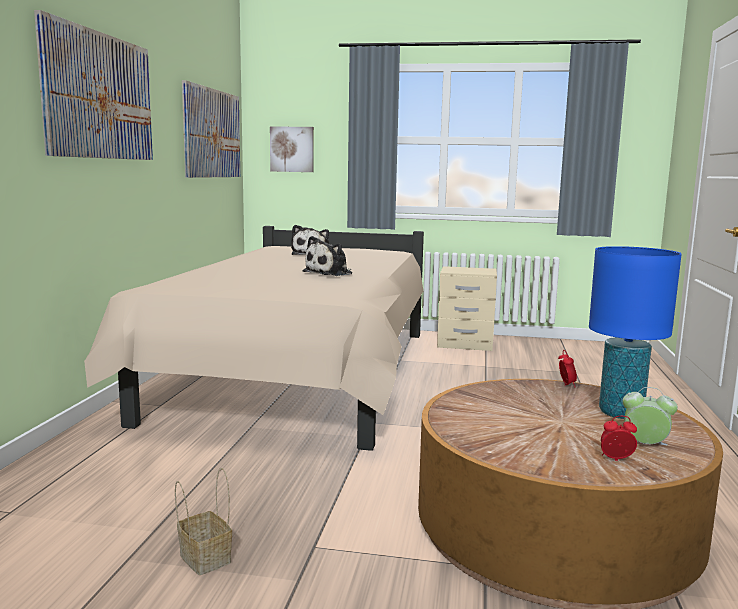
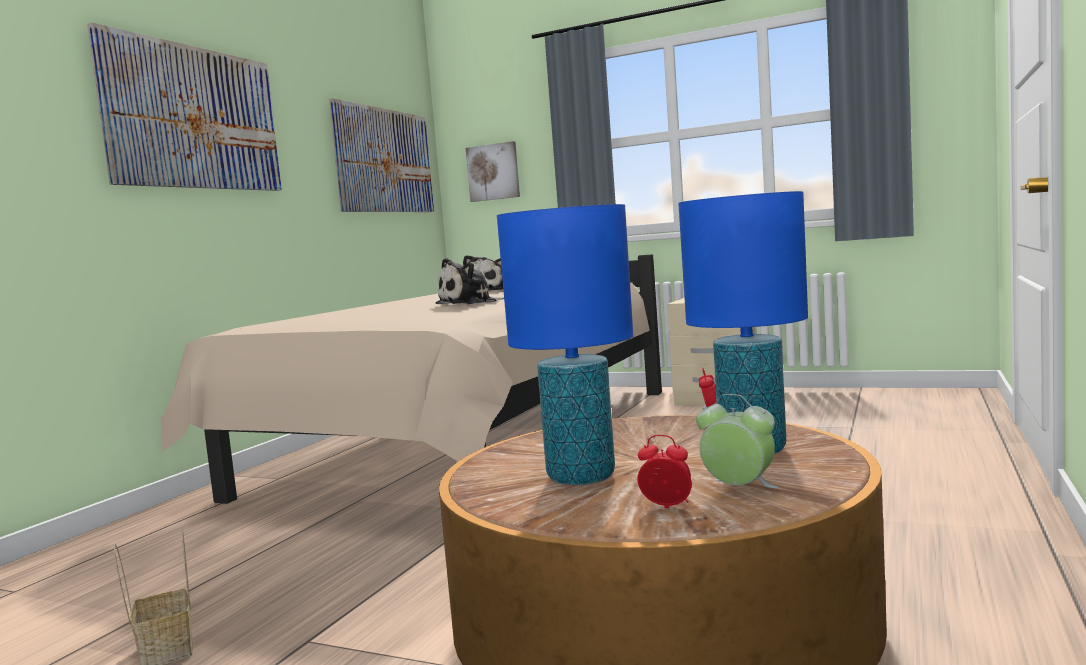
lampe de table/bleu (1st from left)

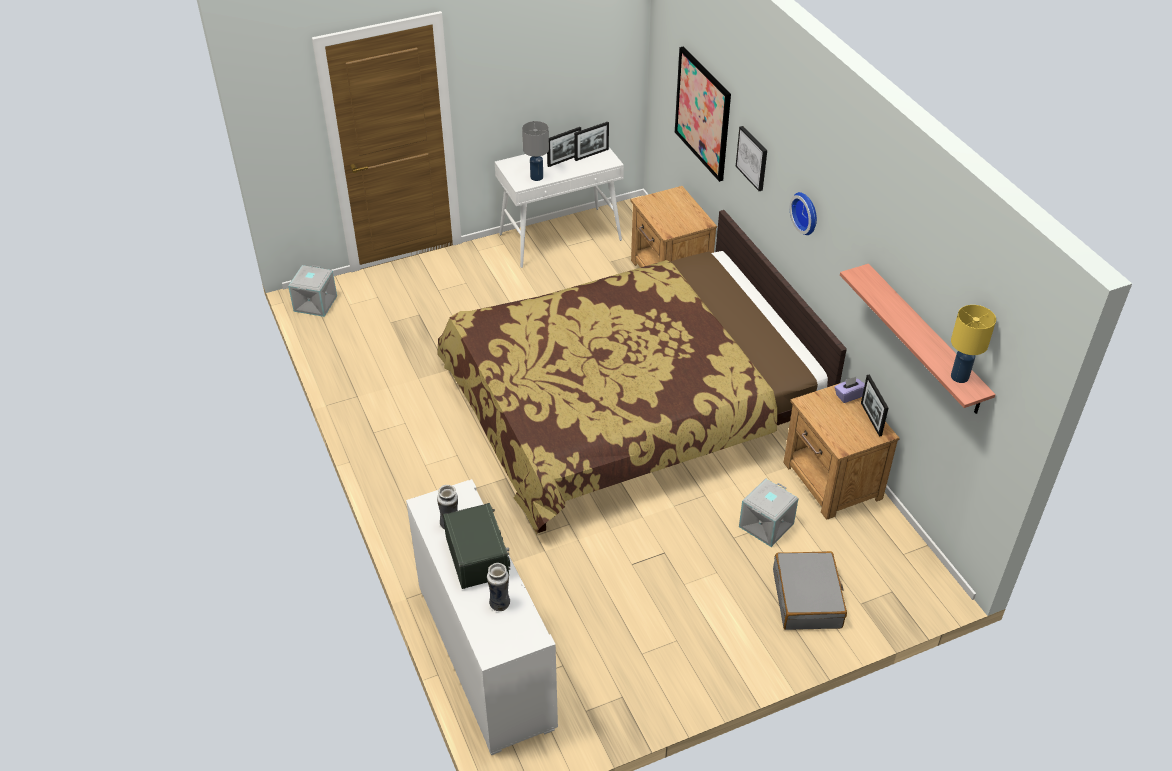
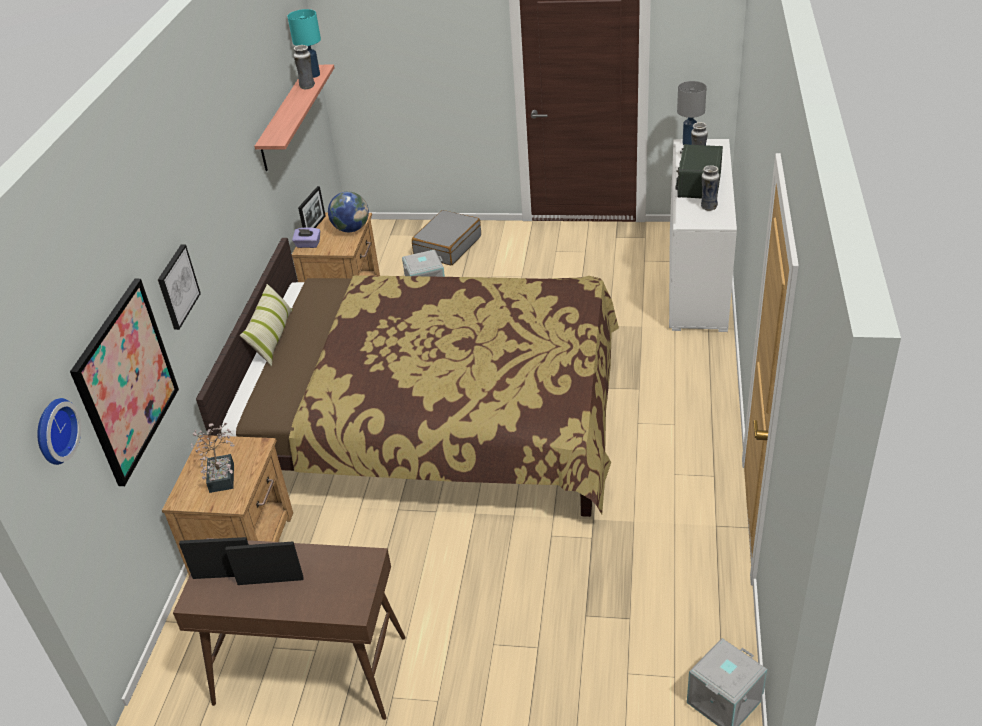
plante en pot
coussin
vase (1st from left)
globe
lampe de table/gris
horloge murale
table console/marron
lampe de table/turquoise

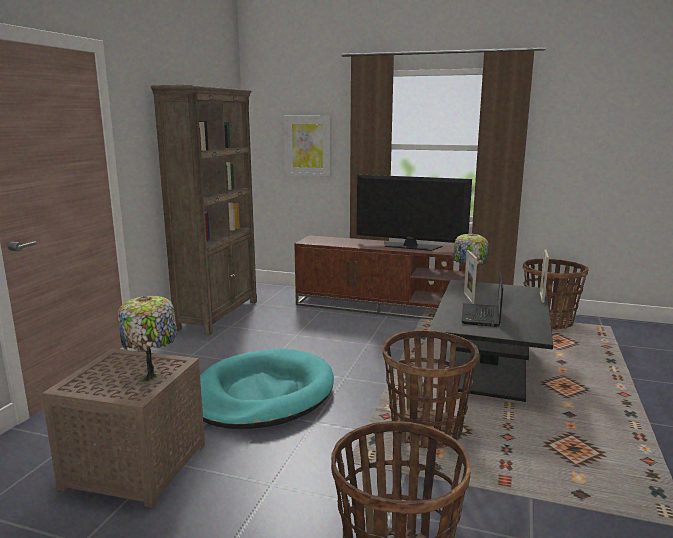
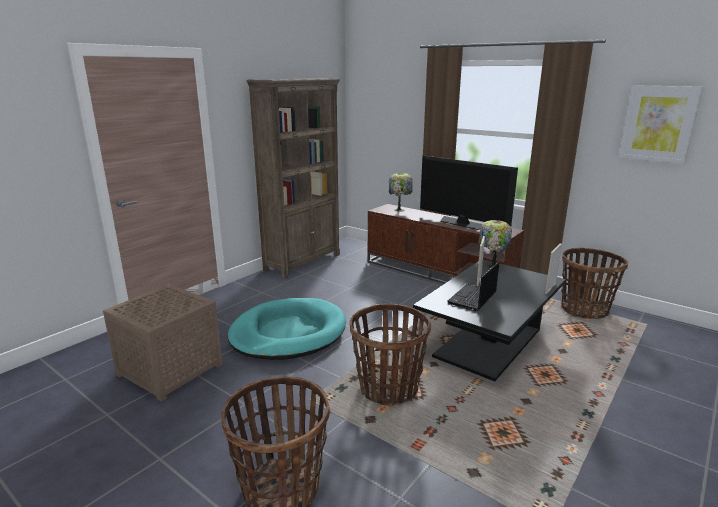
lampe de table (1st from left)
tableau

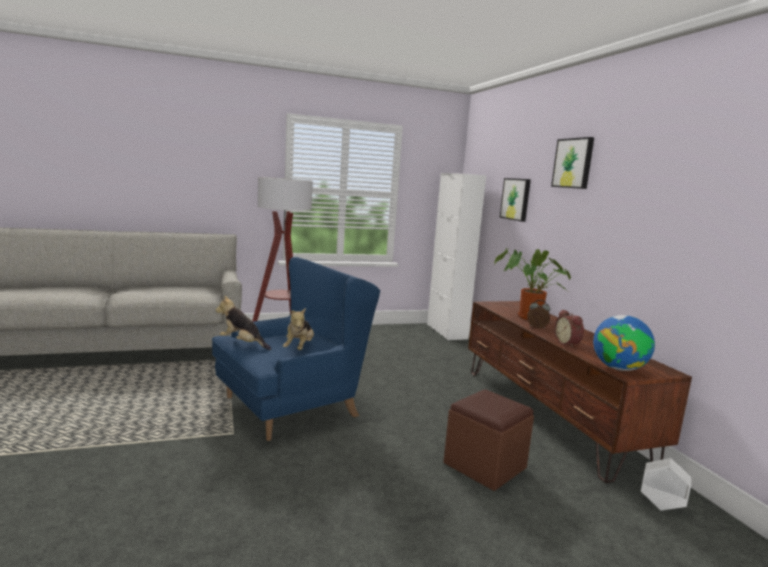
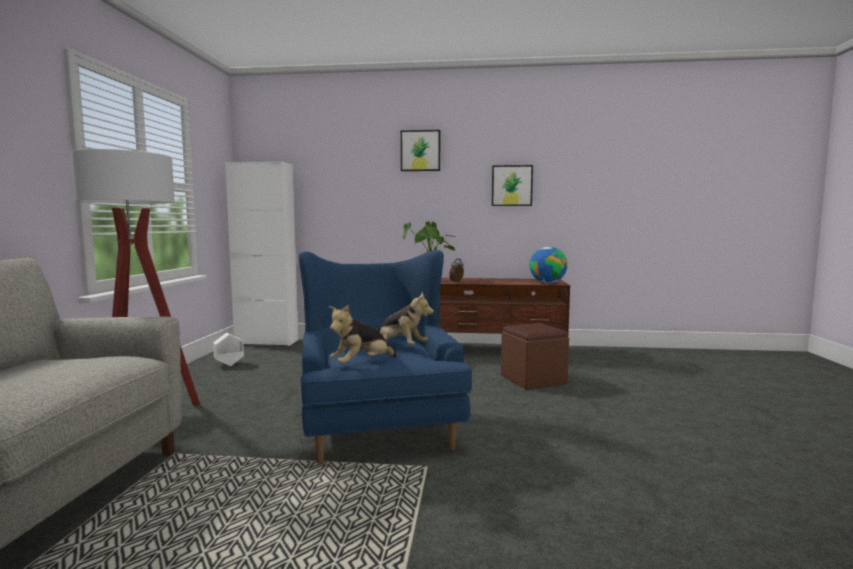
réveil (2nd from left in the first image)
tableau (2nd from left)
cache-pot/blanc

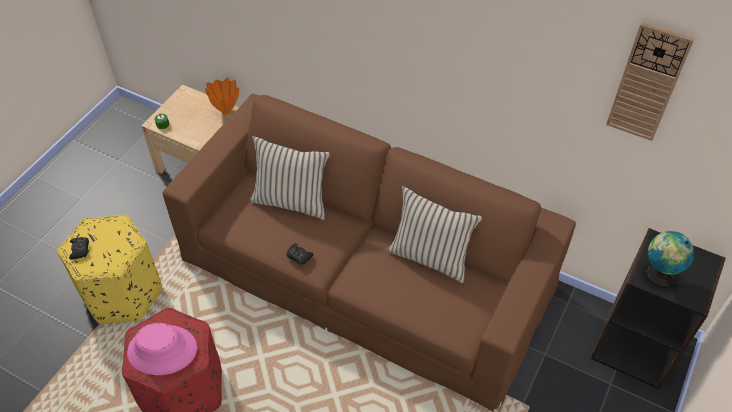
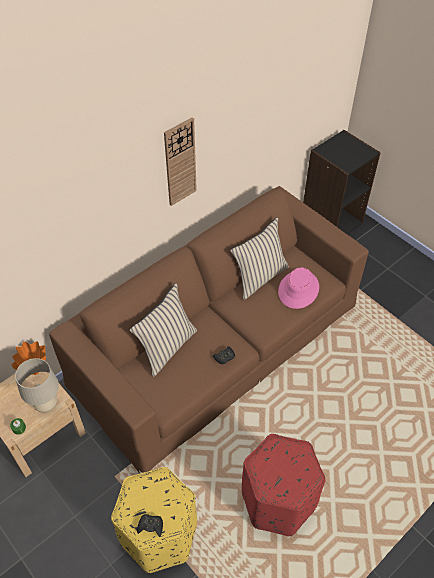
globe
lampe de table/beige
chapeau/rose
horloge murale

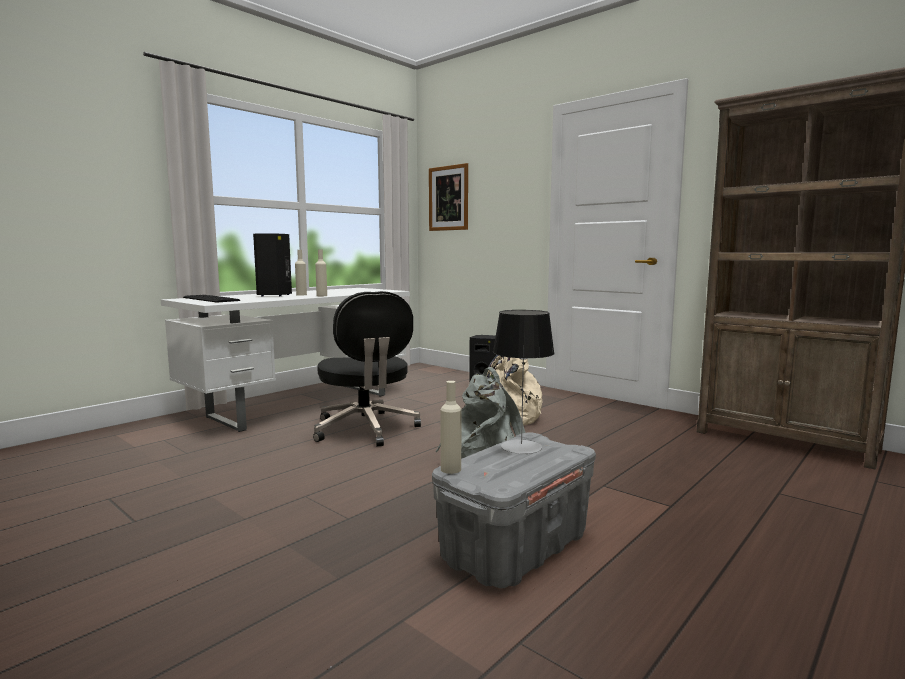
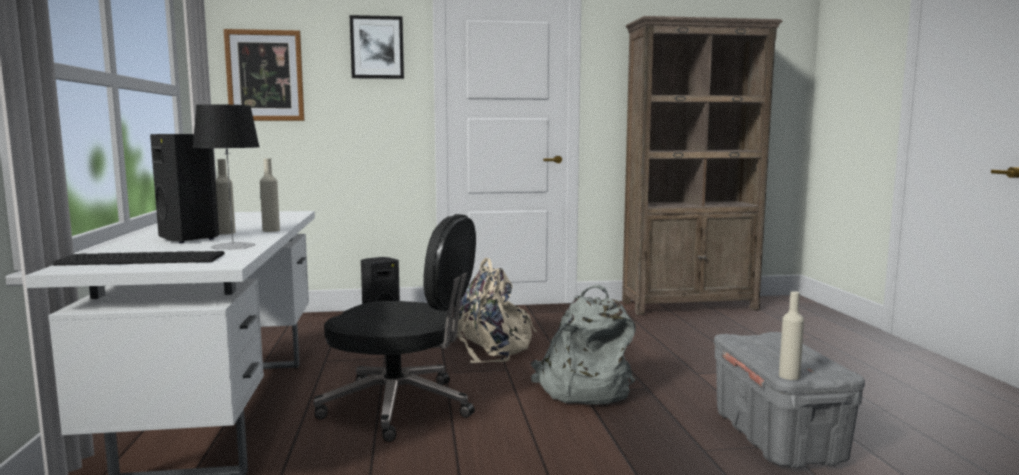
tableau (2nd from left)
lampe de table

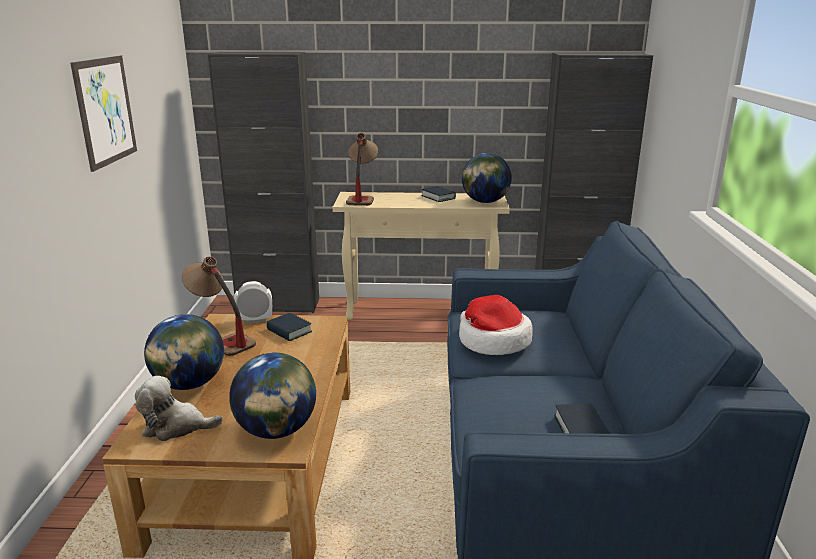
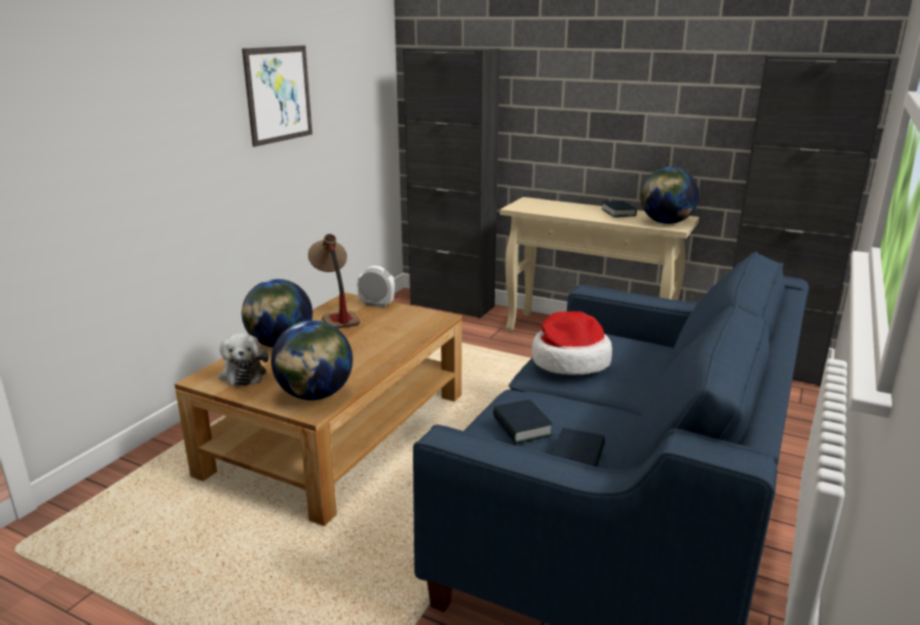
lampe de table (2nd from left in the first image)
livre (1st from left)
peluche

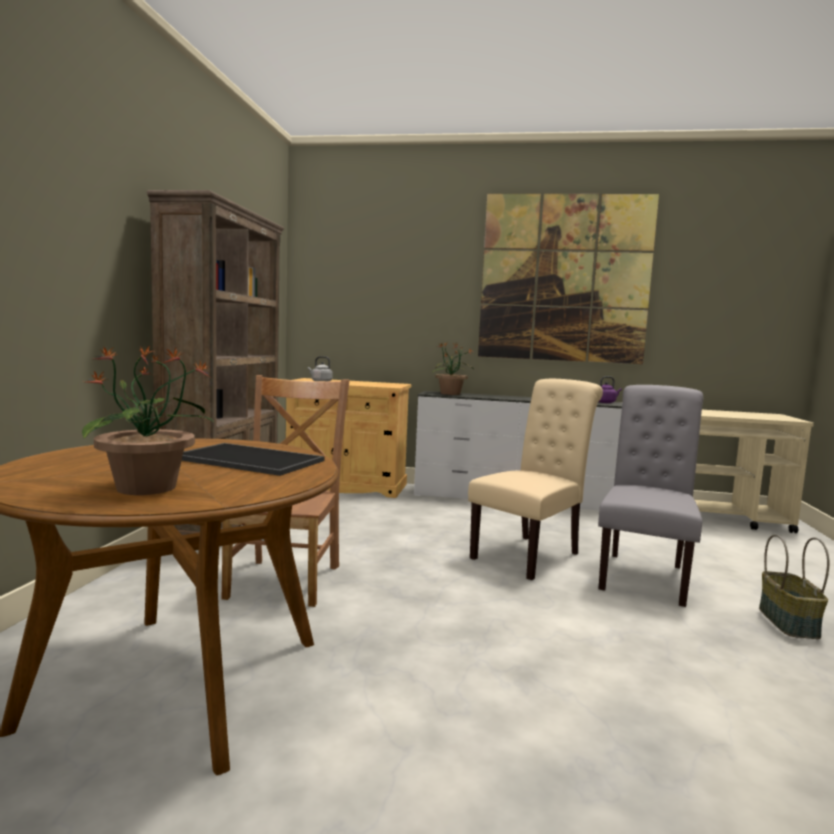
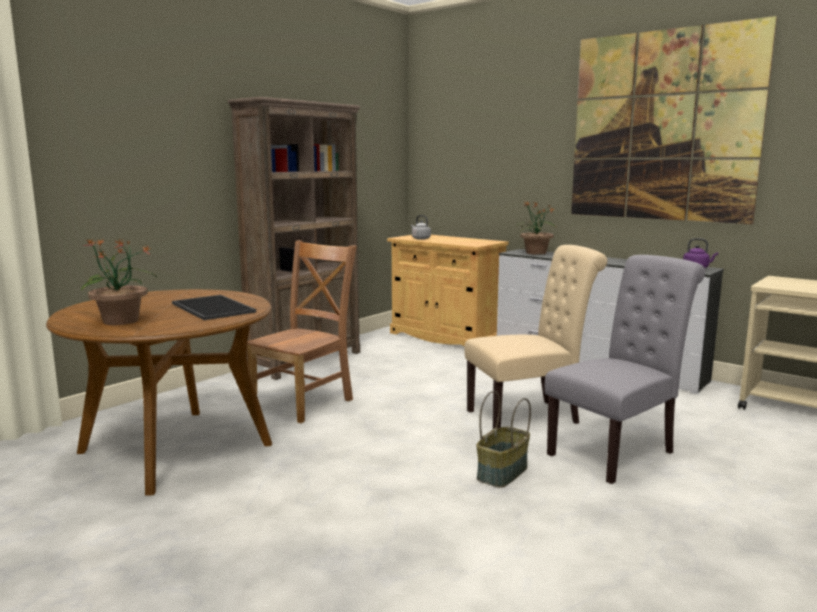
panier

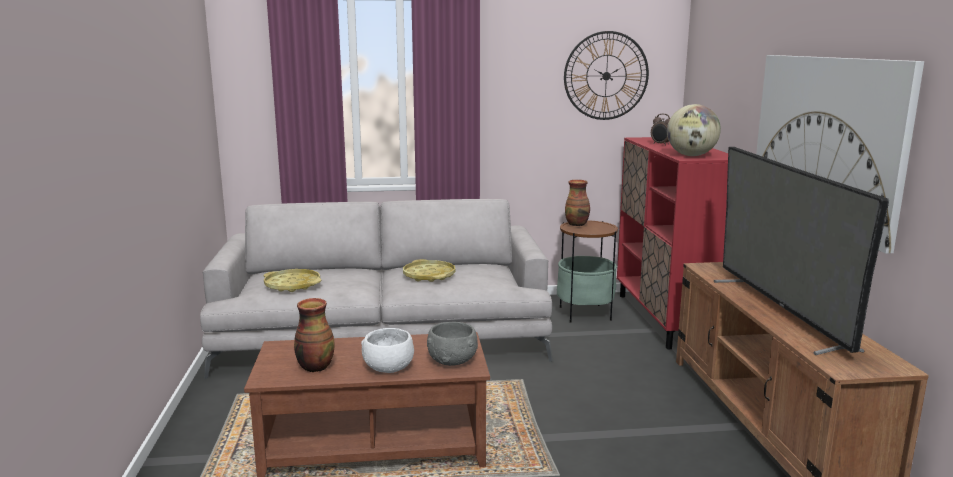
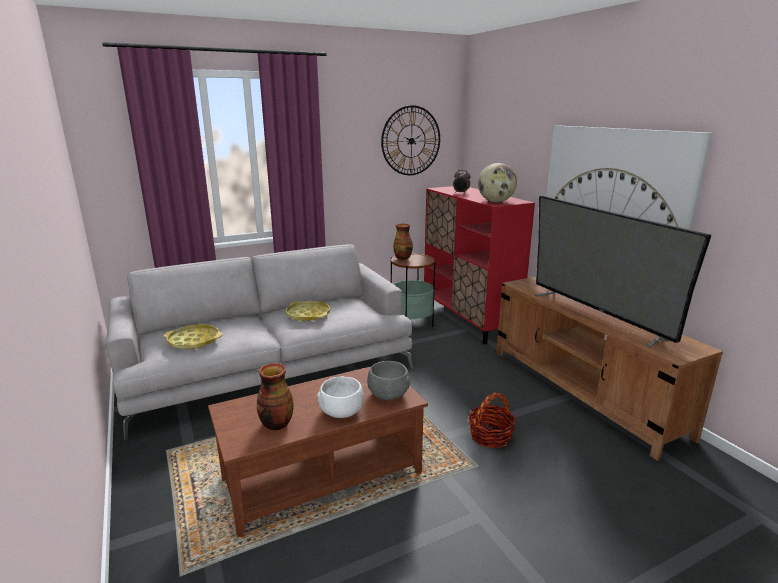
panier

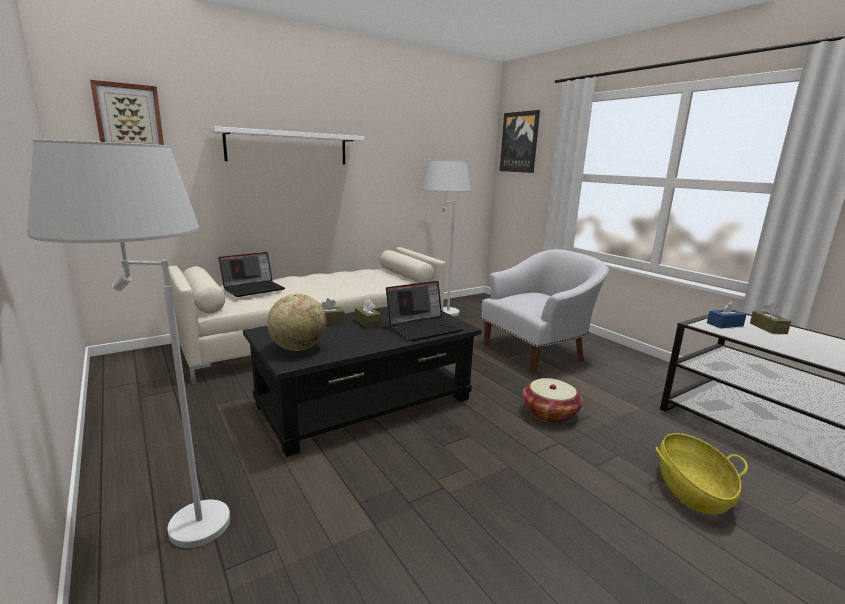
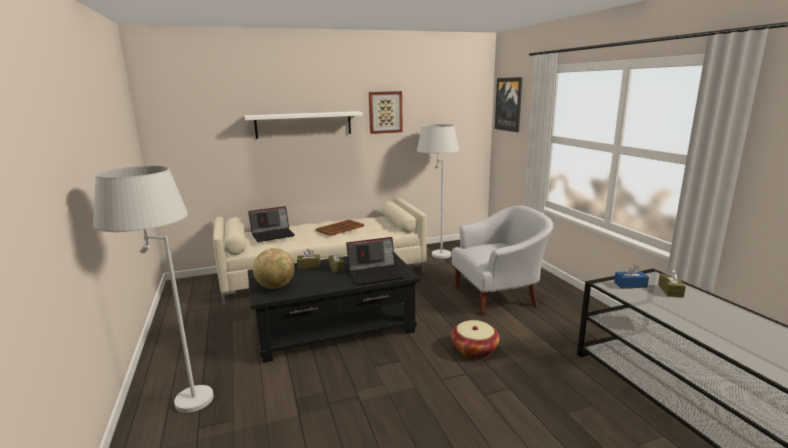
panier (2nd from left in the first image)
plateau/marron
tableau (1st from left)

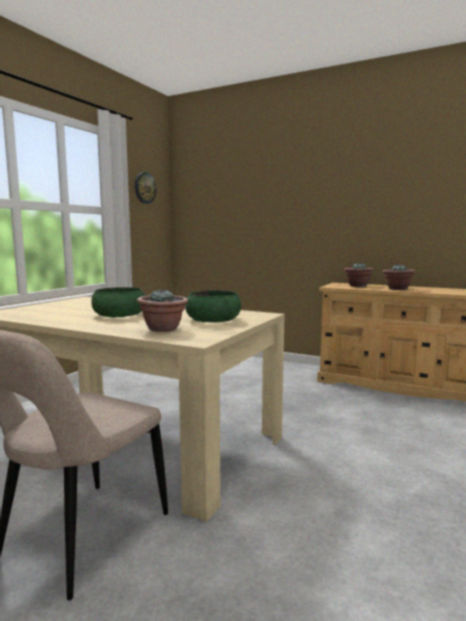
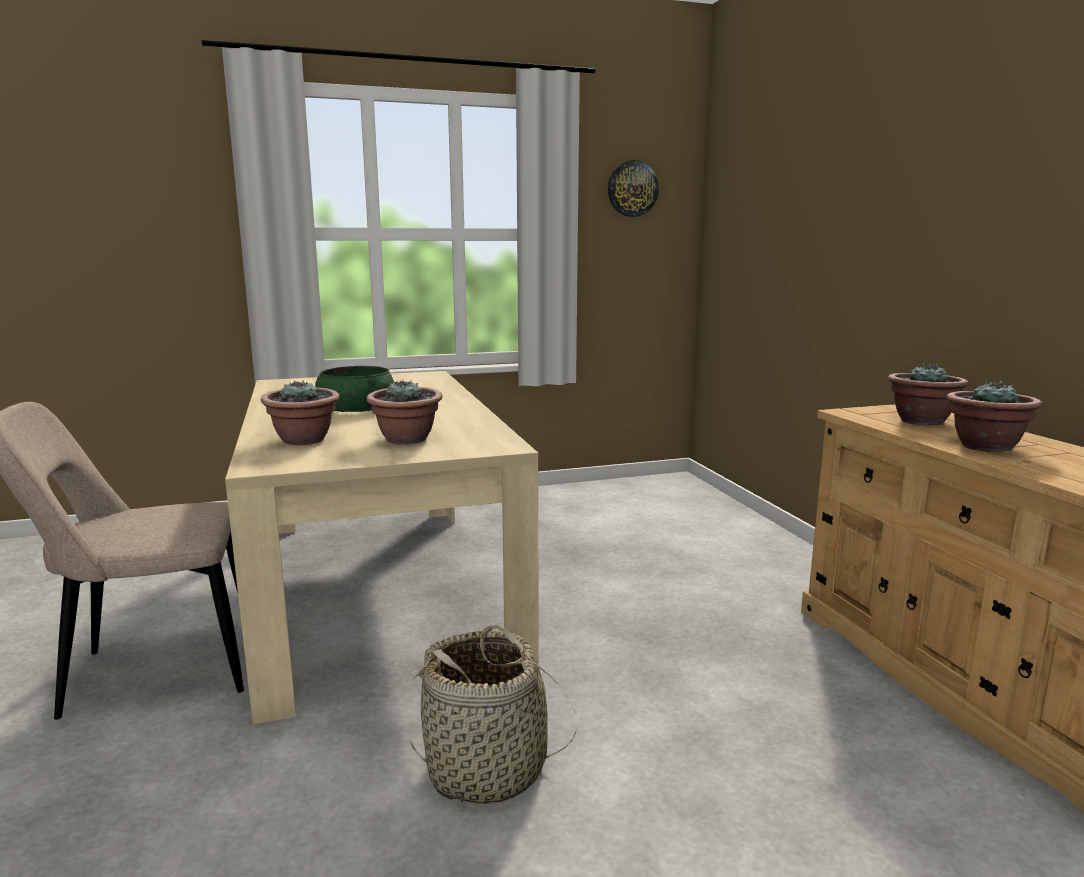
panier
plante en pot (2nd from left)

